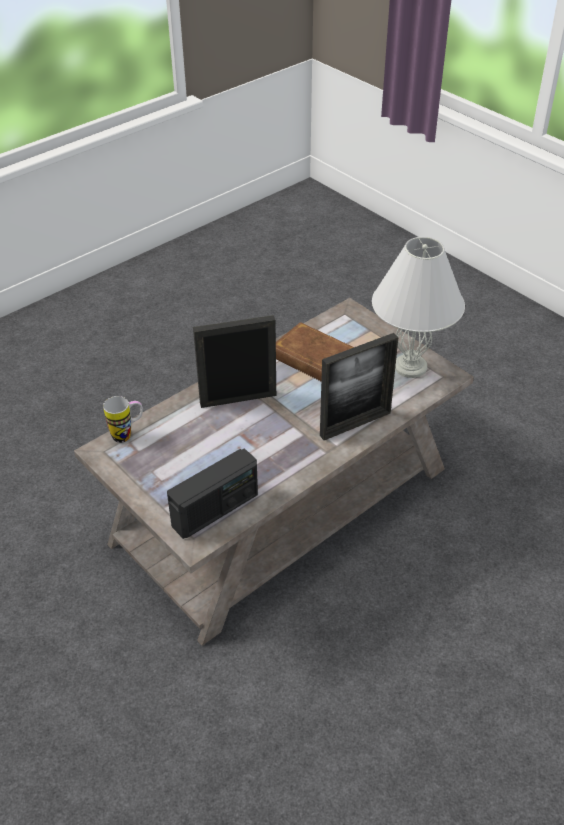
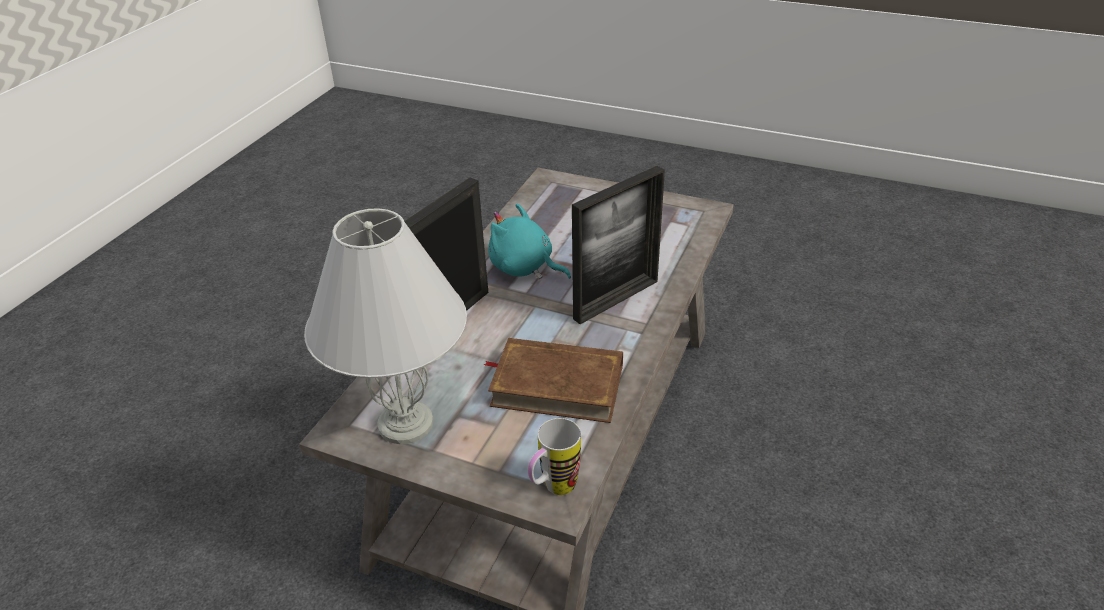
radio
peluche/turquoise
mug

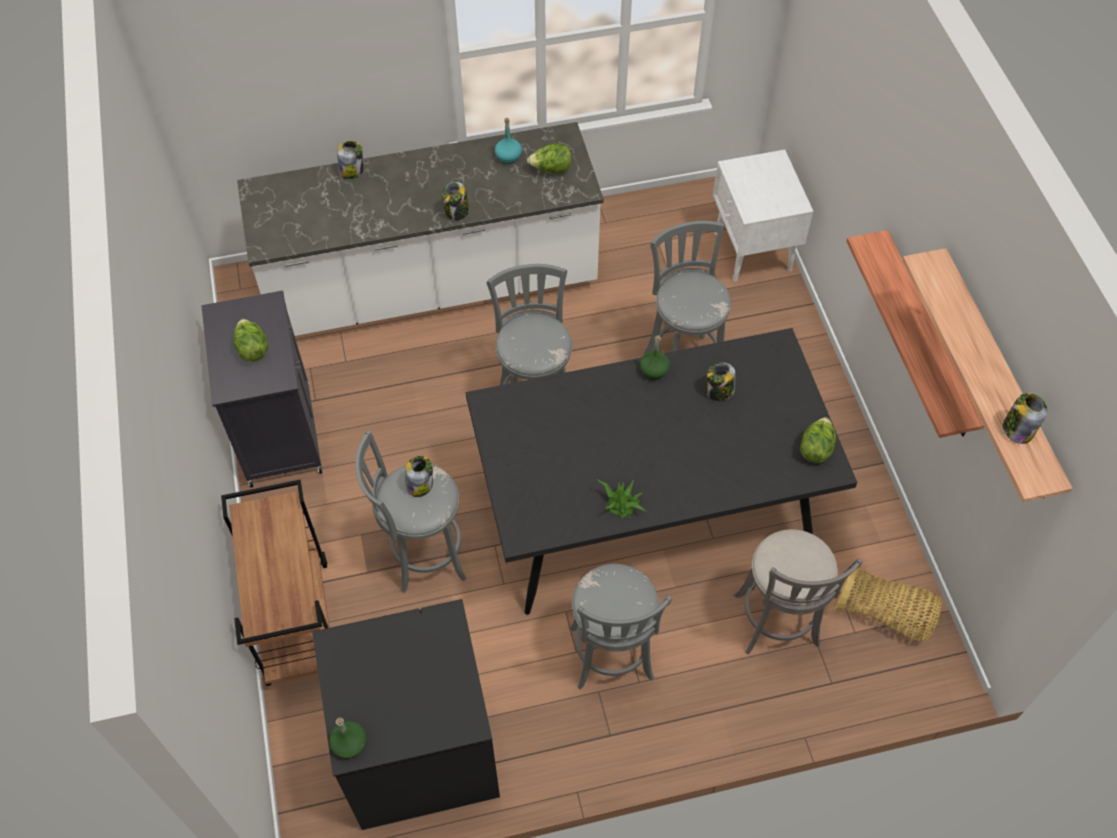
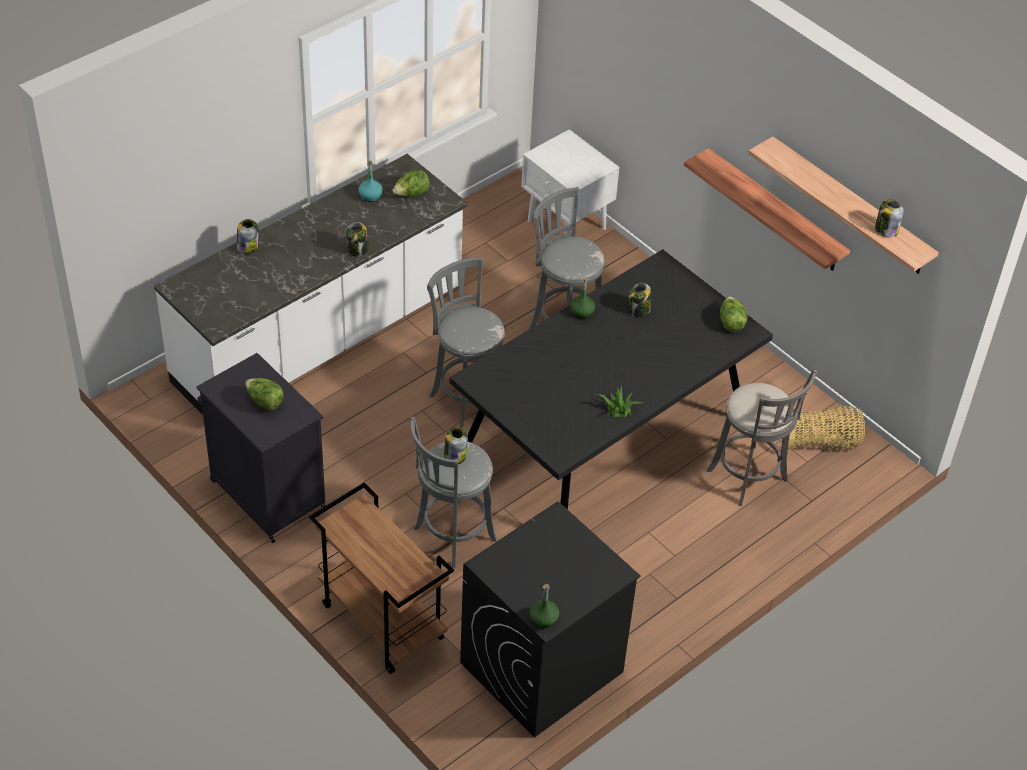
tabouret/gris (3rd from left in the first image)

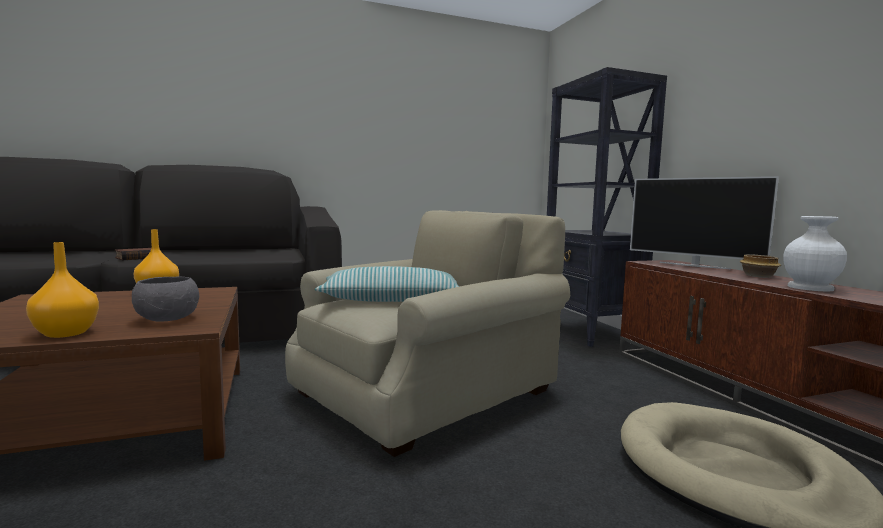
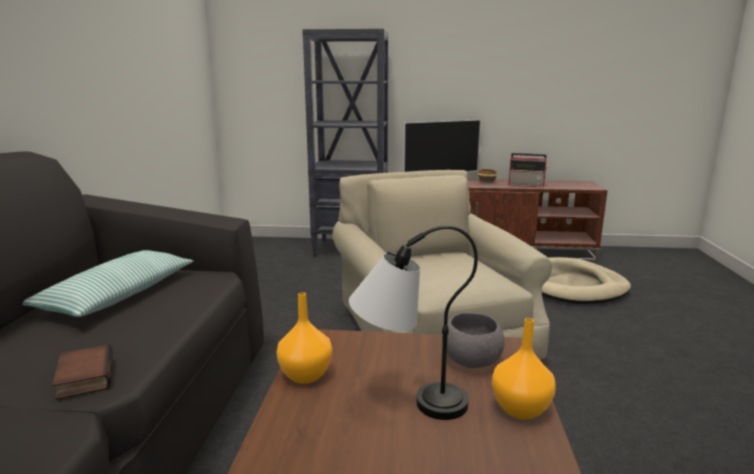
lampe de table
coussin
radio

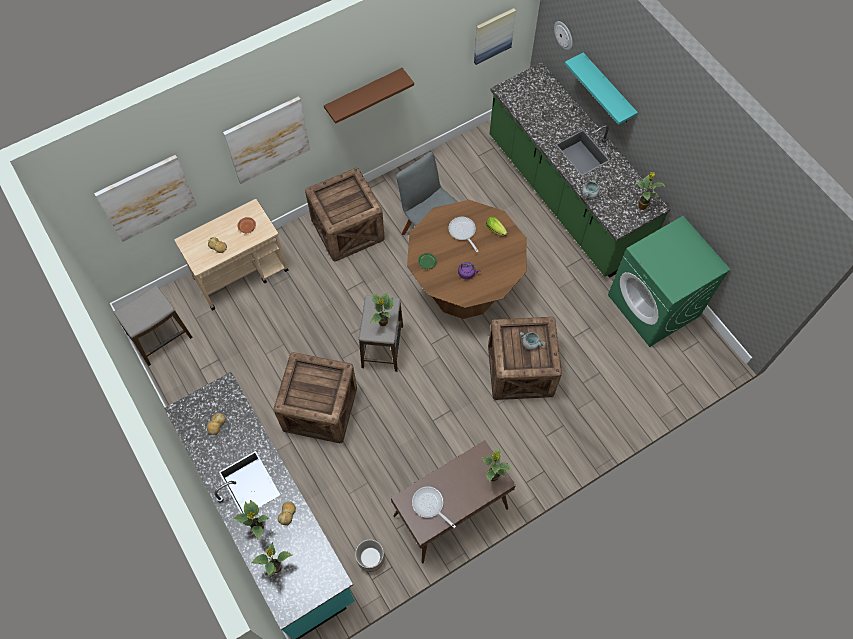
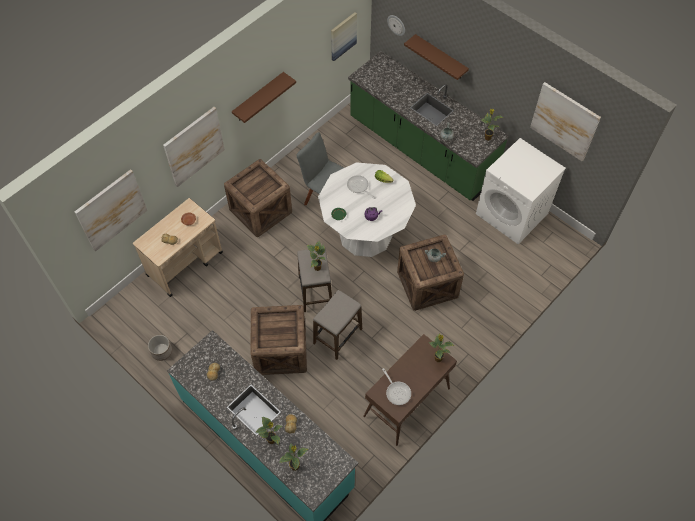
tableau (4th from left)
tabouret (2nd from left)
cache-pot
table à manger/blanc
étagère/marron (2nd from left)
lave-linge/blanc
poêle (2nd from left)

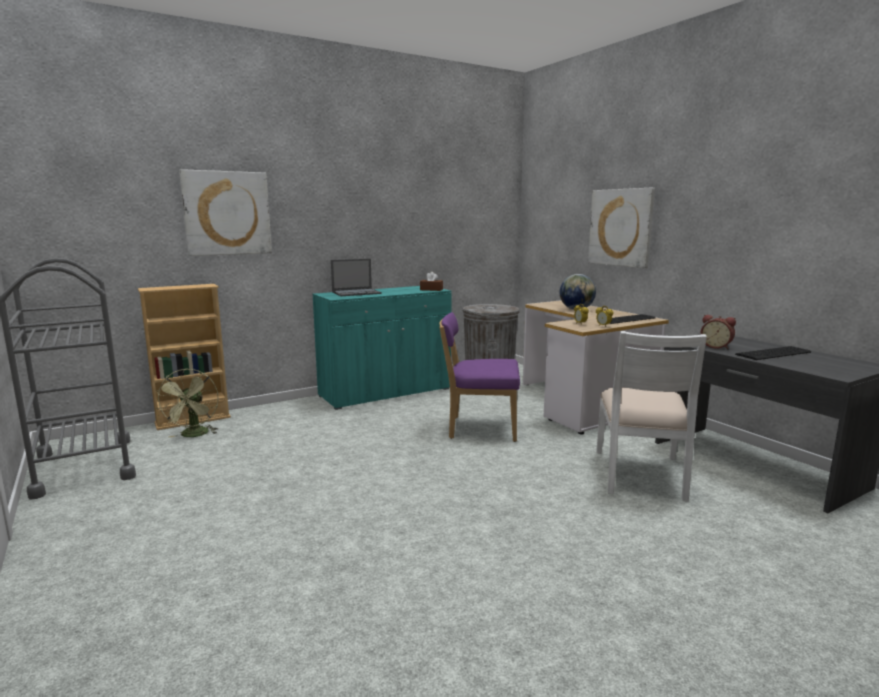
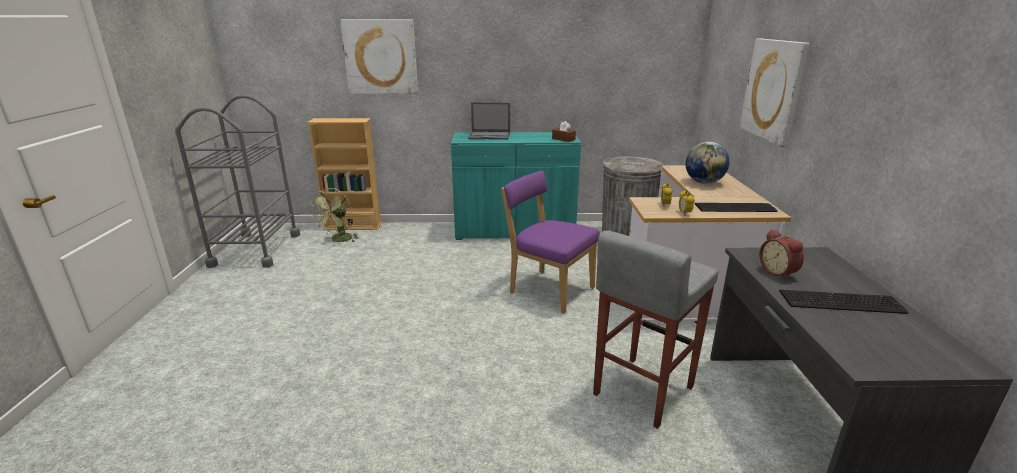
tabouret/gris

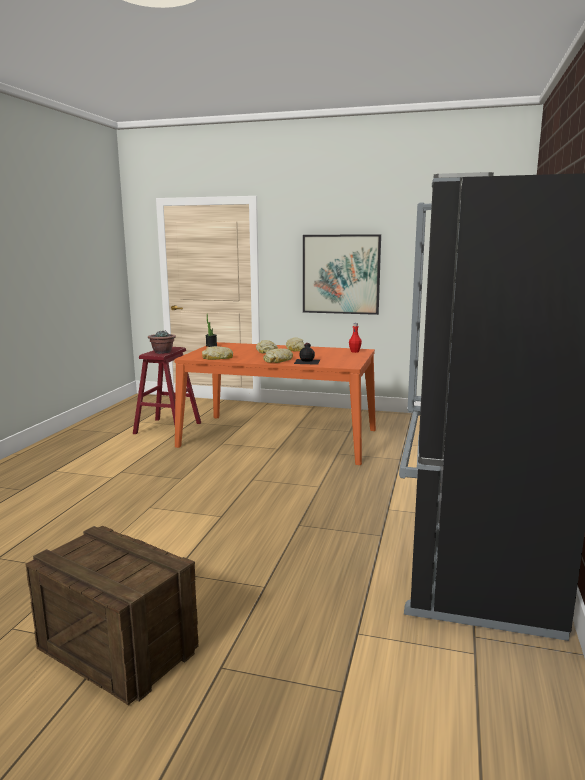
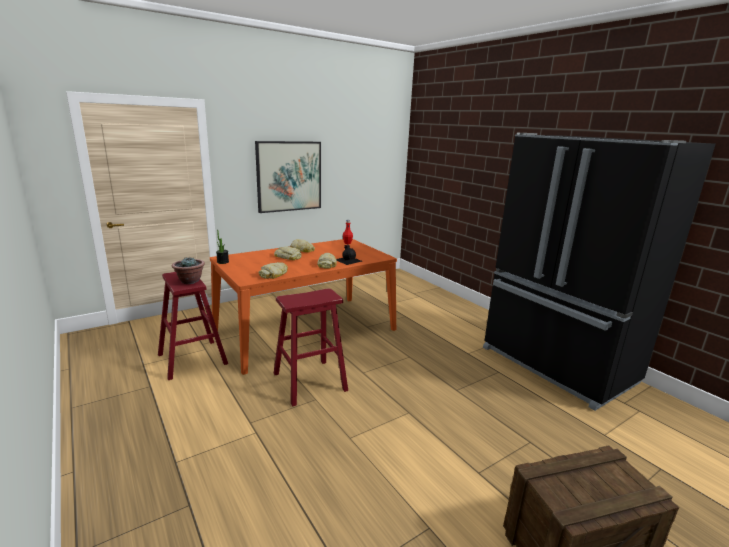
tabouret/rouge (2nd from left)

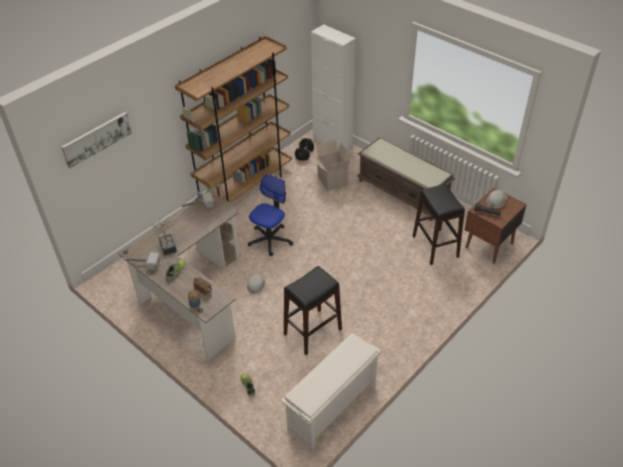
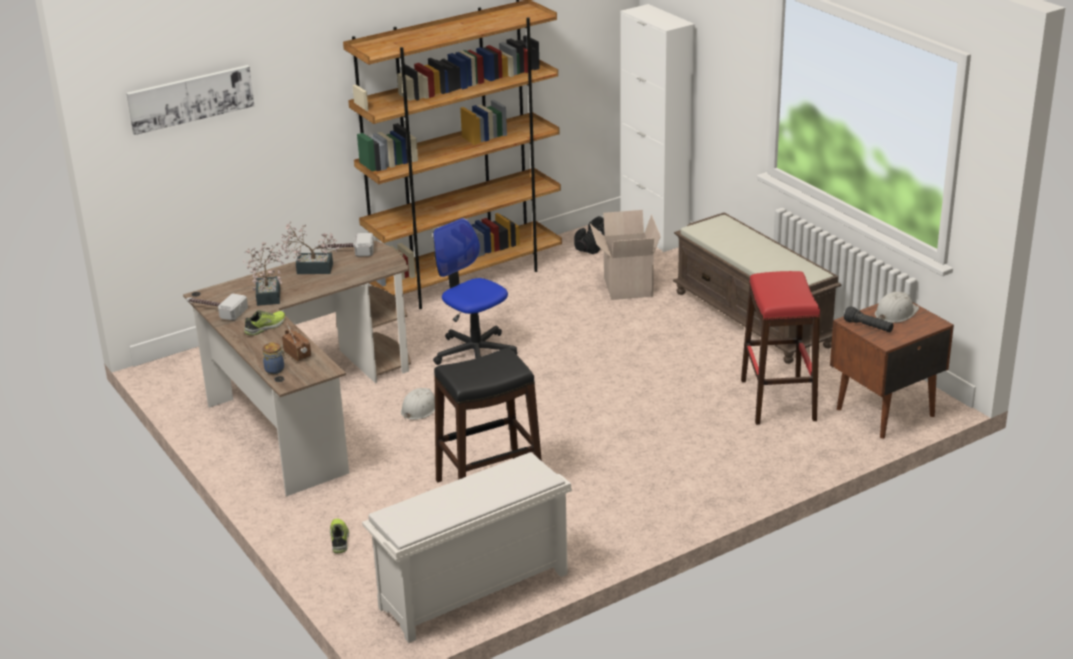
plante en pot (2nd from left)
tabouret/rouge
chaise de bureau

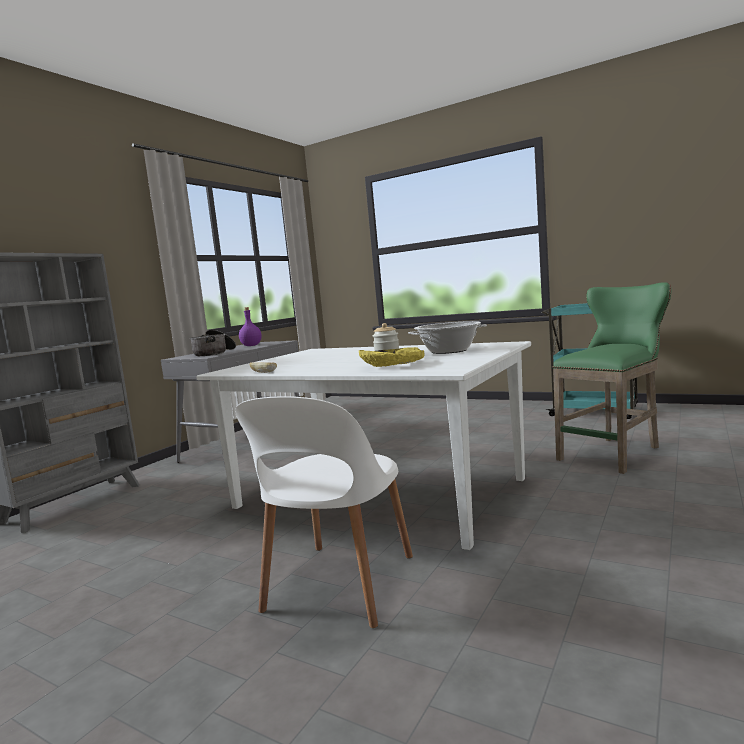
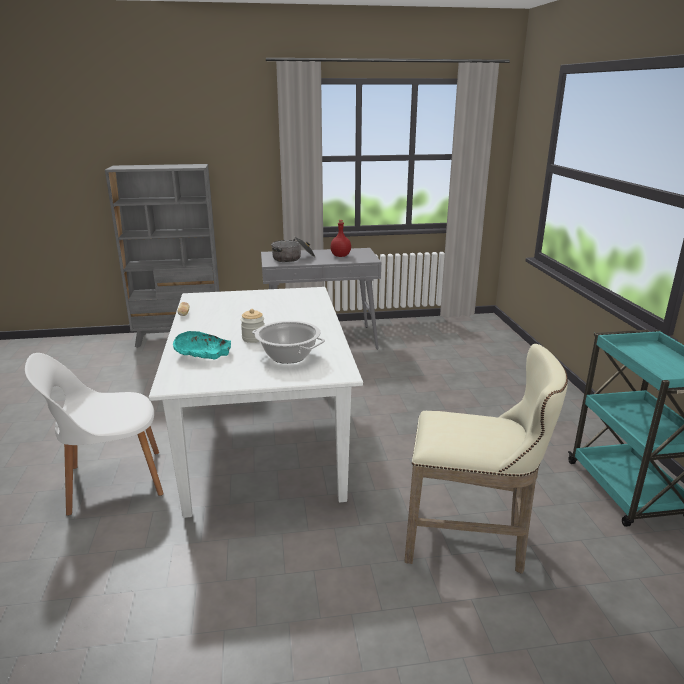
bouteille/rouge
bol/turquoise
tabouret/beige

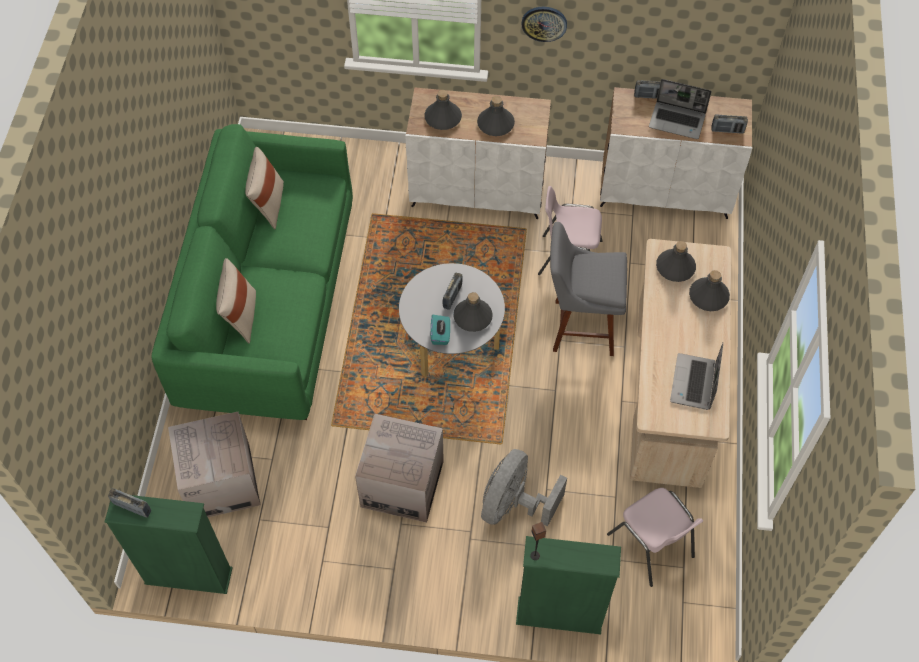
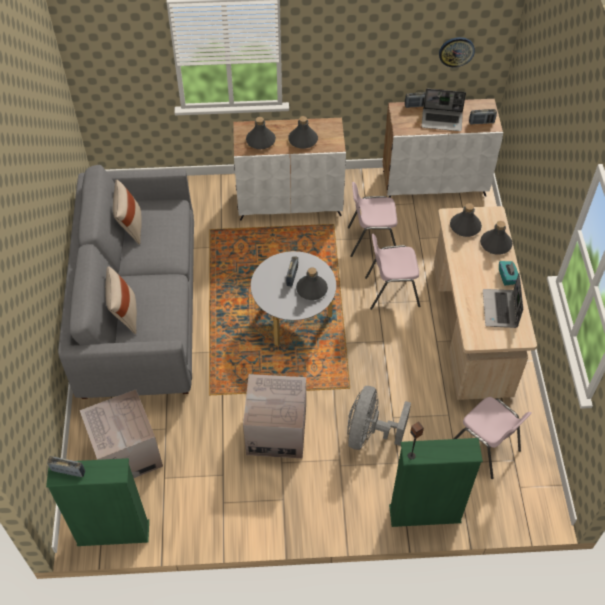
boîte à mouchoirs/turquoise
horloge murale
chaise/rose (2nd from left)
canapé/gris

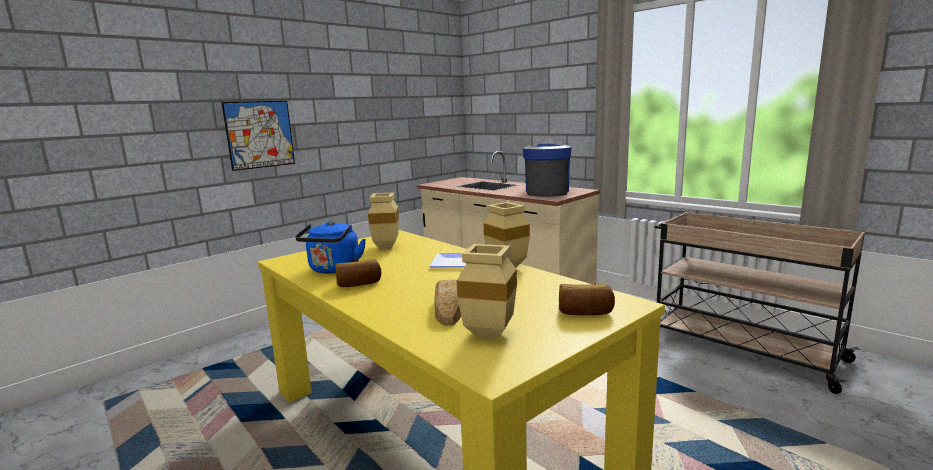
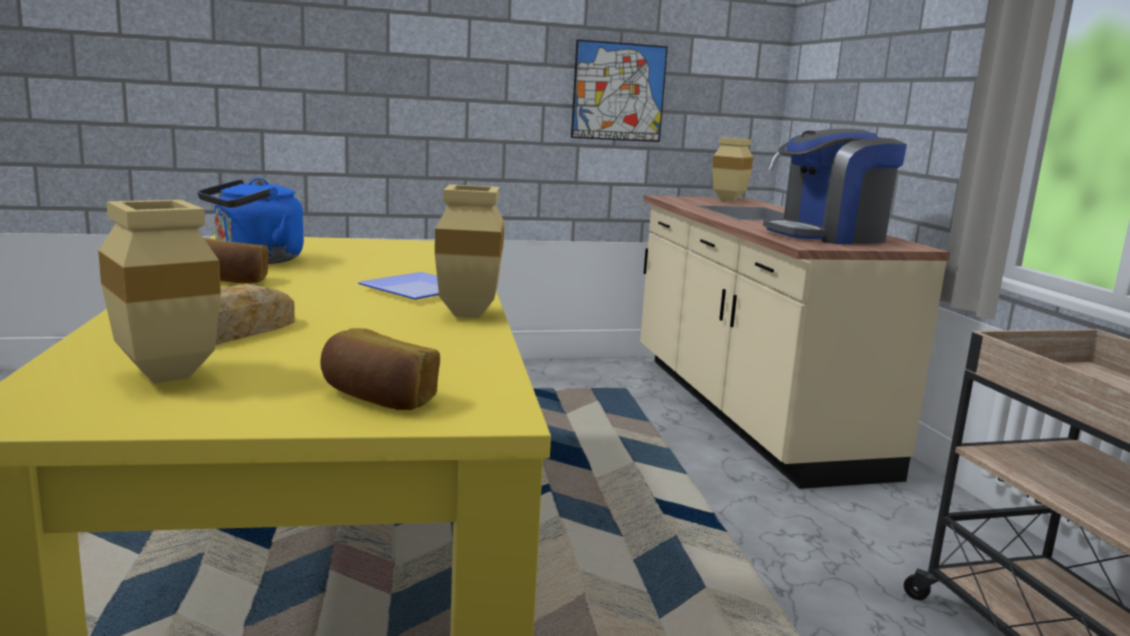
tableau
vase/beige (3rd from left)
machine à café

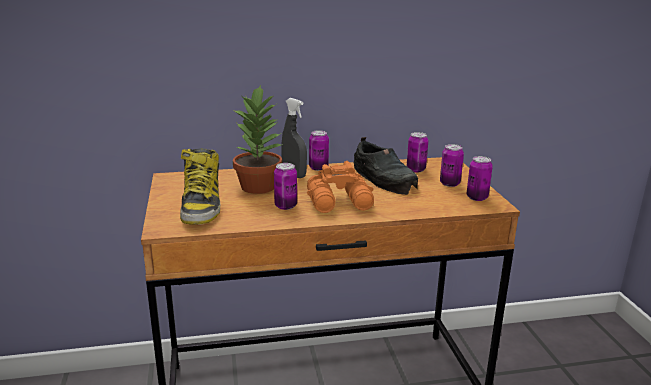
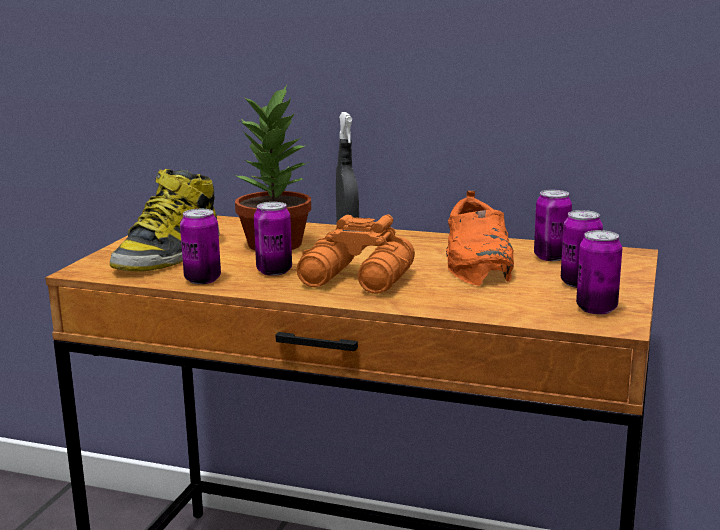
boîte métallique (1st from left)
chaussure/orange

